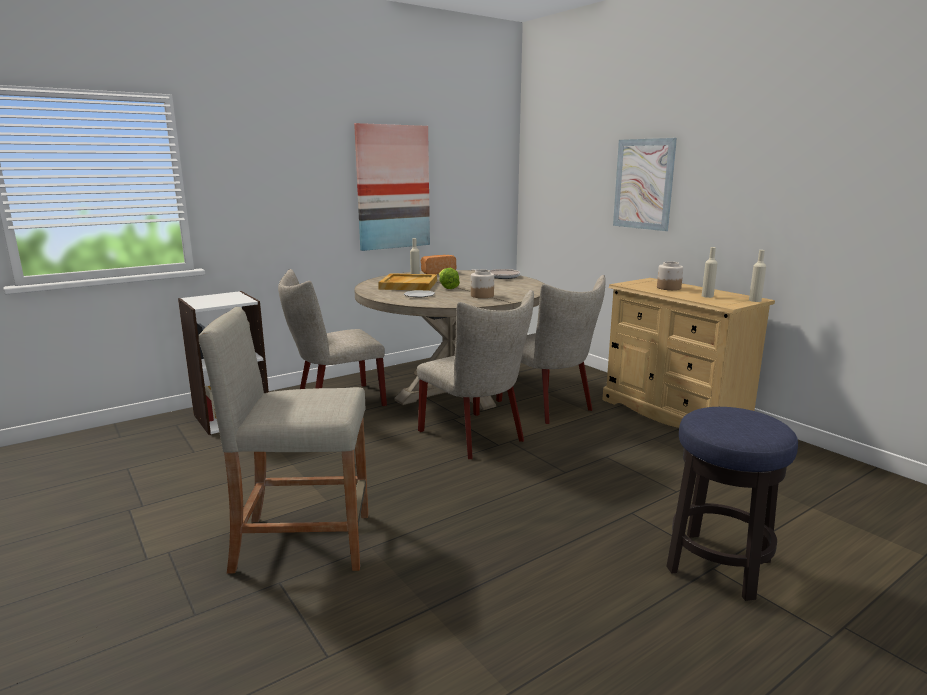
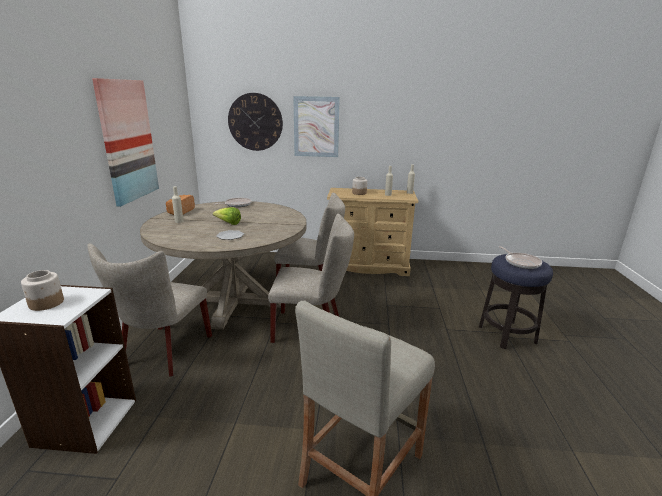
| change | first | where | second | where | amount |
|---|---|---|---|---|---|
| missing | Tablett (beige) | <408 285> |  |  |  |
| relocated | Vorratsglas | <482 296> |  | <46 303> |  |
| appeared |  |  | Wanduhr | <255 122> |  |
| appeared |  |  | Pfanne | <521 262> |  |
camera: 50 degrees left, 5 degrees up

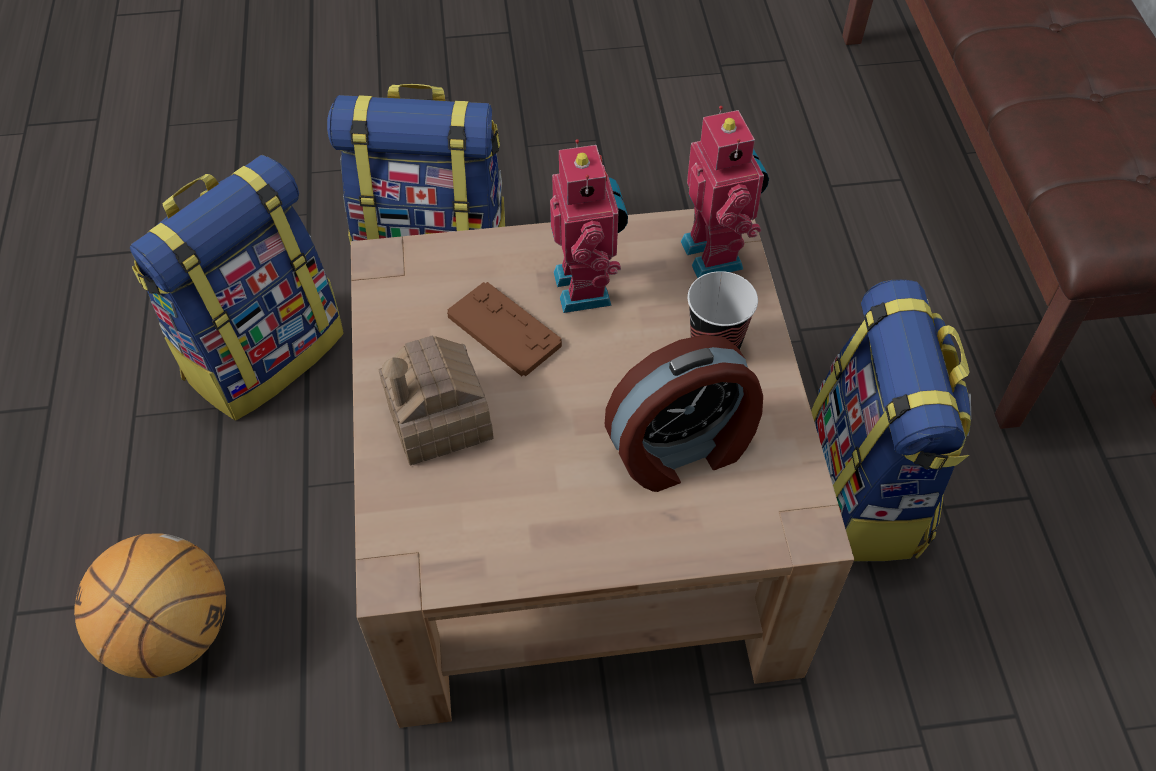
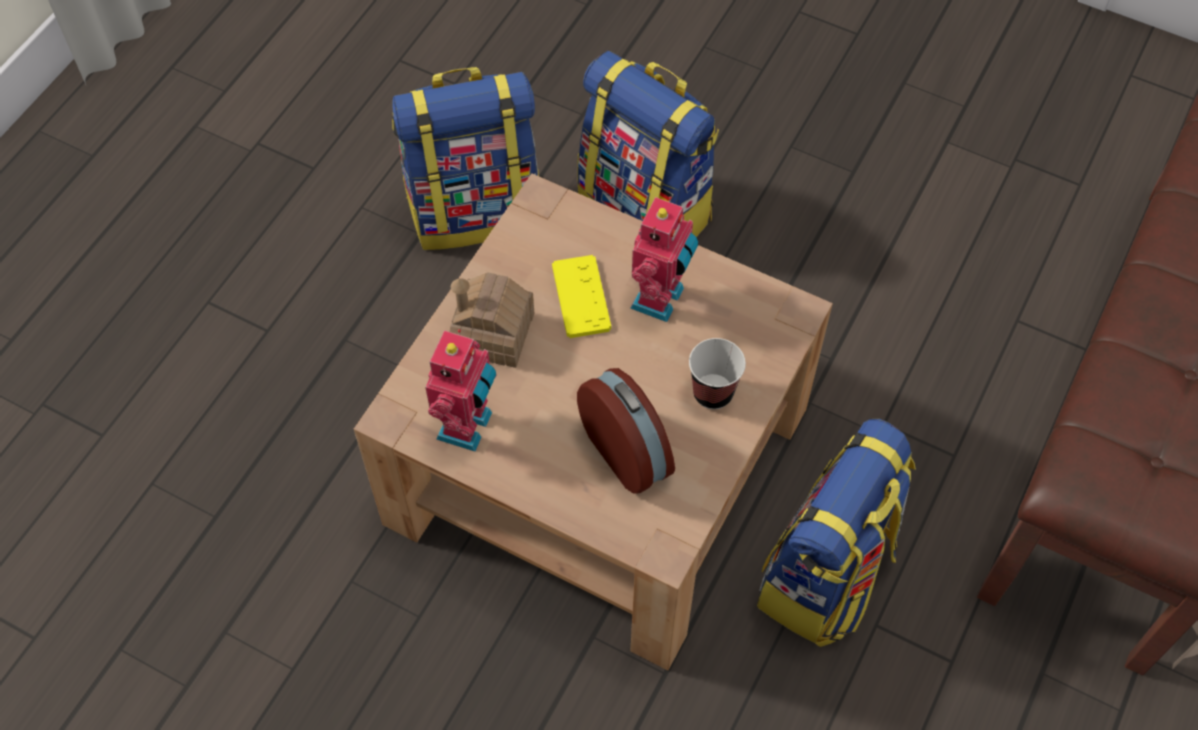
| change | first | where | second | where | amount |
|---|---|---|---|---|---|
| missing | Basketball | <172 634> |  |  |  |
| colour | Gamepad (braun) | <504 330> | Gamepad (gelb) | <581 297> |  |
| spun | Wecker | <682 450> |  | <628 450> | 135 degrees counterclockwise |
| relocated | Spielzeugroboter | <716 254> |  | <468 427> |  |
camera: 35 degrees right, 5 degrees up

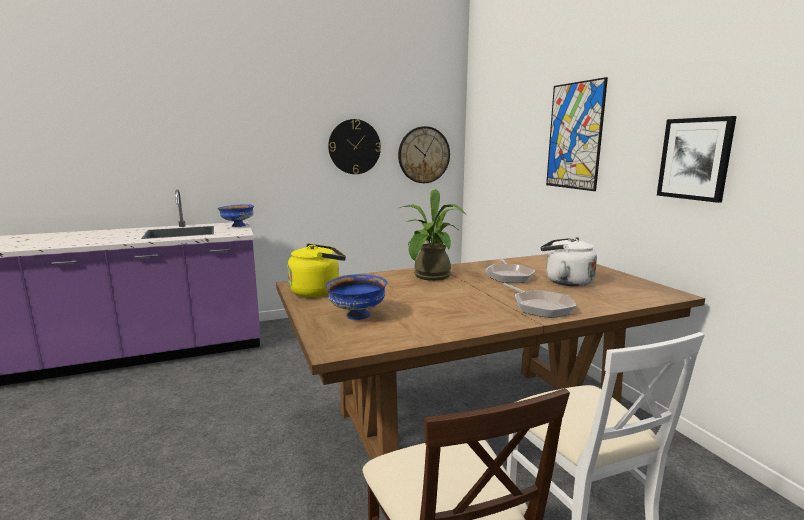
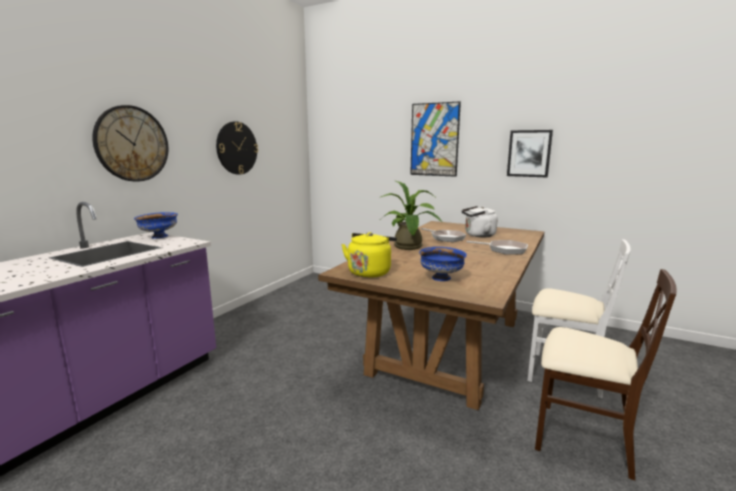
| change | first | where | second | where | amount |
|---|---|---|---|---|---|
| relocated | Wanduhr | <424 155> |  | <132 144> |  |
camera: 40 degrees left, 0 degrees up

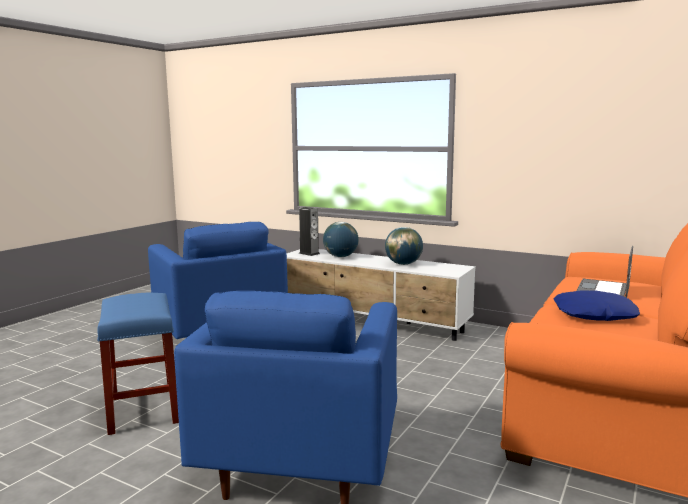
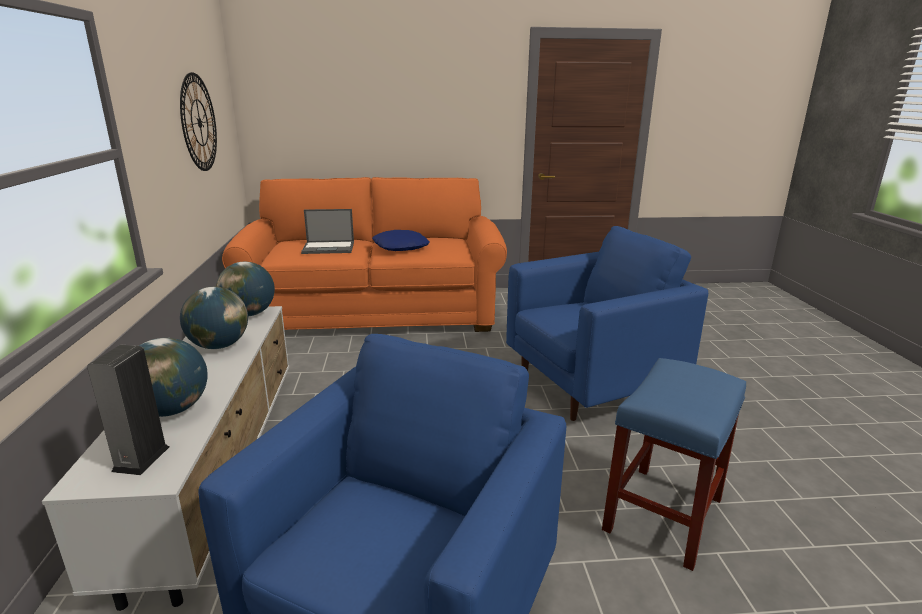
| change | first | where | second | where | amount |
|---|---|---|---|---|---|
| appeared |  |  | Wanduhr | <199 123> |  |
| appeared |  |  | Globus | <249 314> |  |
camera: 125 degrees left, 10 degrees up

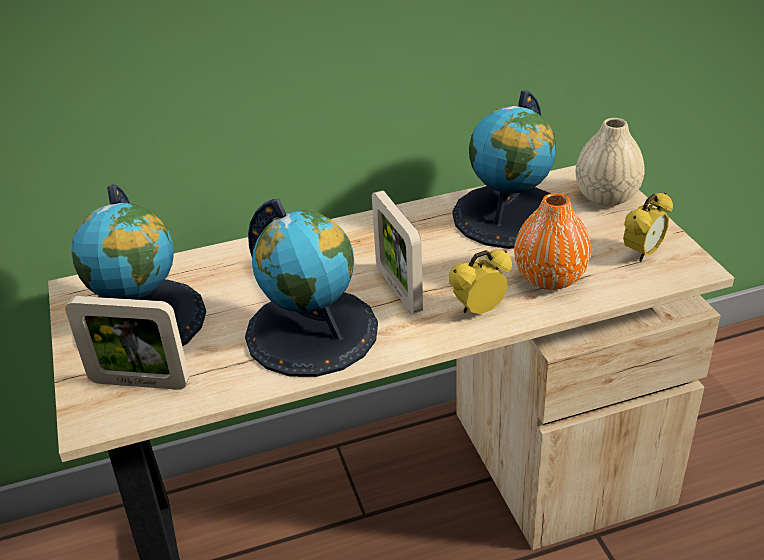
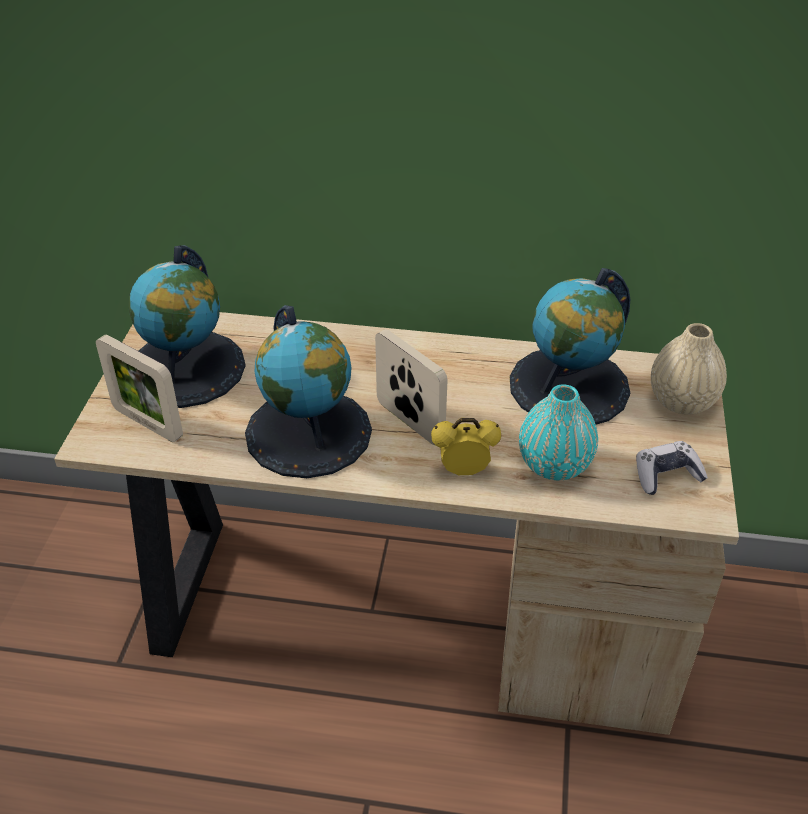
| change | first | where | second | where | amount |
|---|---|---|---|---|---|
| spun | Bilderrahmen | <398 289> |  | <410 422> | 135 degrees clockwise |
| colour | Vase (orange) | <550 278> | Vase (türkis) | <554 465> |  |
| exchanged | Wecker | <643 253> | Gamepad | <666 475> |  |
camera: 25 degrees right, 5 degrees up

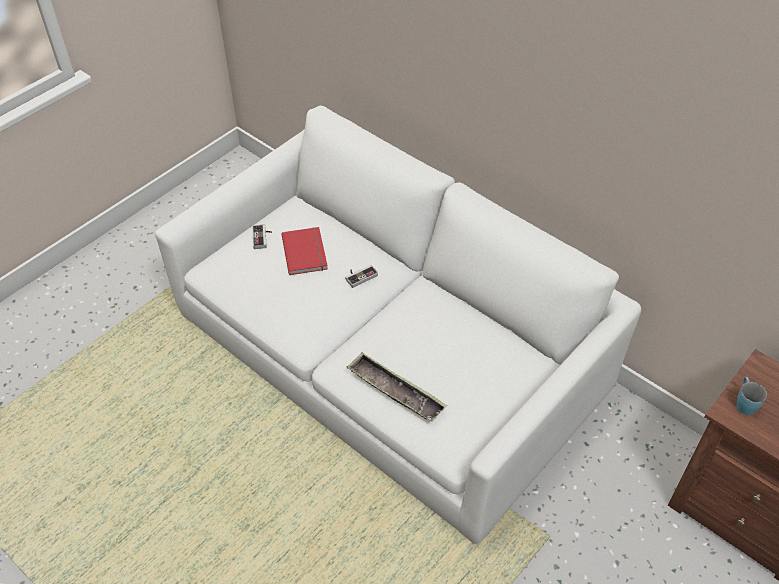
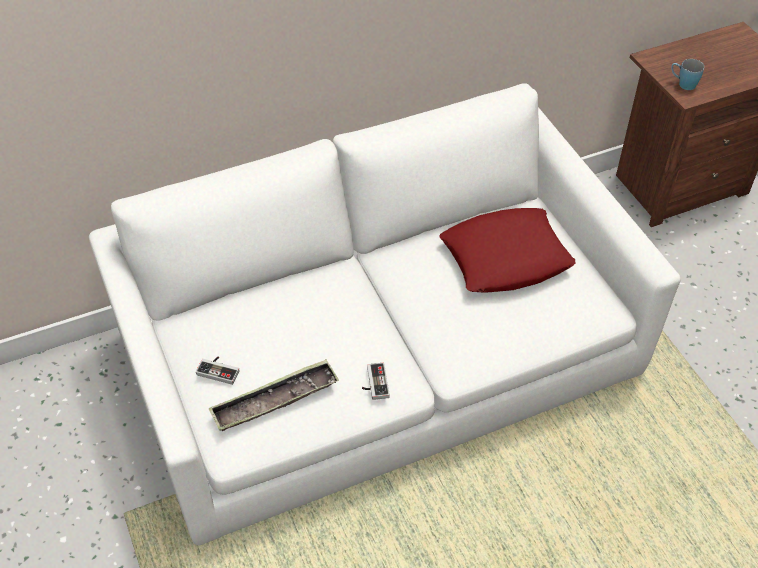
| change | first | where | second | where | amount |
|---|---|---|---|---|---|
| missing | Buch (rot) | <306 252> |  |  |  |
| relocated | Gamepad | <360 275> |  | <374 383> |  |
| relocated | Tablett | <395 391> |  | <274 400> |  |
| appeared |  |  | Kissen (rot) | <506 258> |  |
camera: 65 degrees left, 0 degrees up

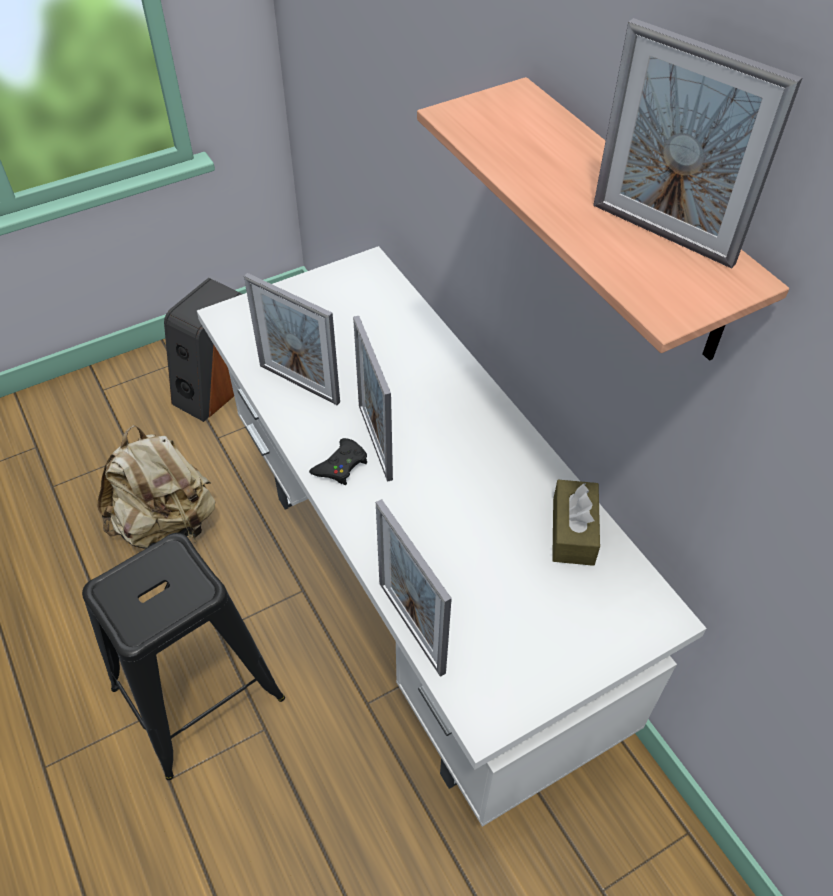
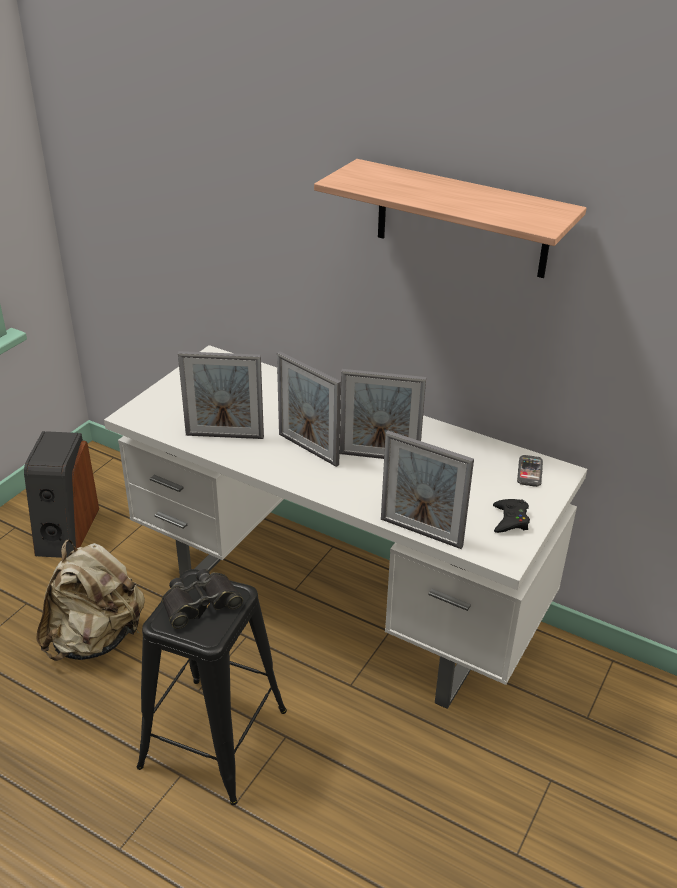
| change | first | where | second | where | amount |
|---|---|---|---|---|---|
| relocated | Gamepad (schwarz) | <341 465> |  | <510 520> |  |
| missing | Taschentuchbox (braun) | <573 531> |  |  |  |
| relocated | Bilderrahmen | <662 234> |  | <379 457> |  |
| appeared |  |  | Fernglas (schwarz) | <200 603> |  |
| appeared |  |  | Handy | <529 472> |  |
camera: 30 degrees left, 15 degrees down

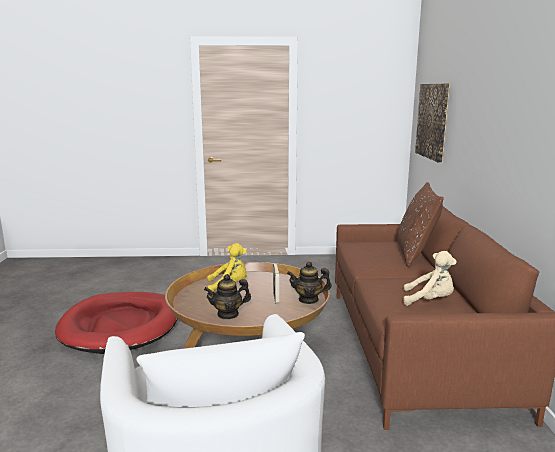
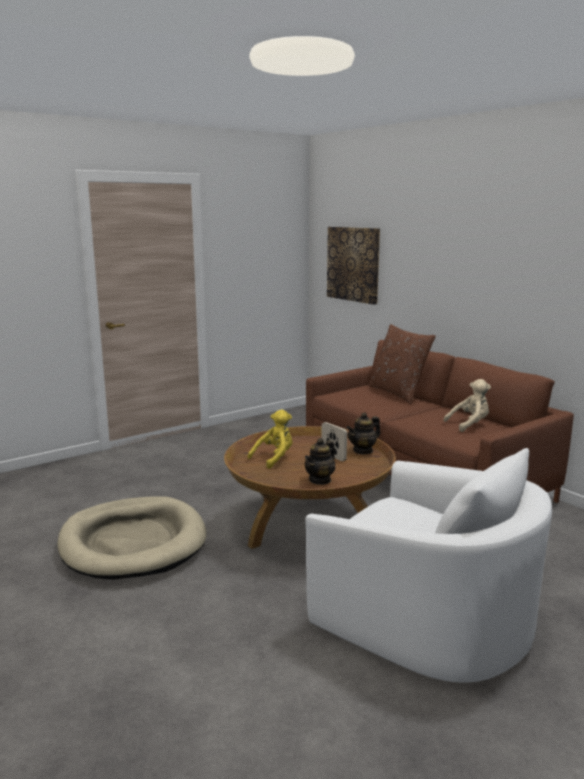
| change | first | where | second | where | amount |
|---|---|---|---|---|---|
| colour | Hundebett (rot) | <121 326> | Hundebett (beige) | <133 543> |  |
camera: 35 degrees left, 0 degrees up

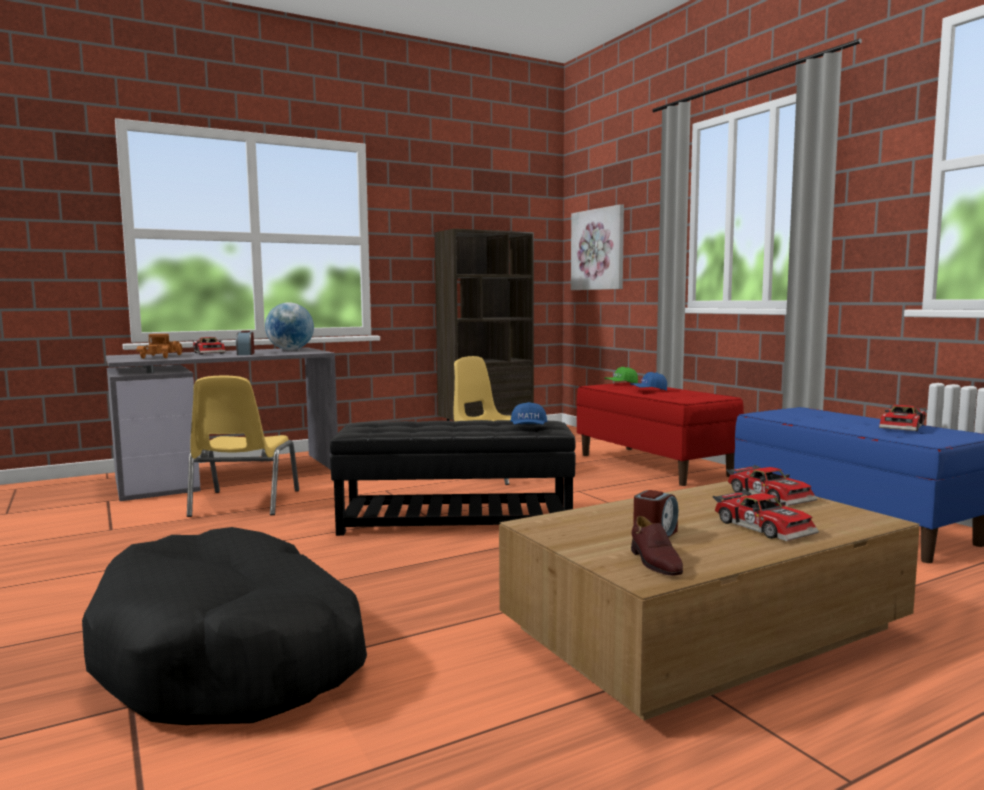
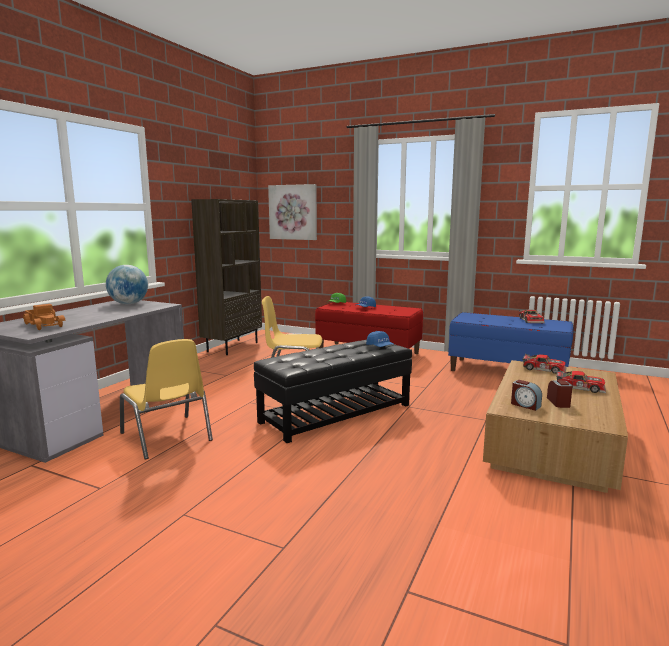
| change | first | where | second | where | amount |
|---|---|---|---|---|---|
| missing | Hundebett (schwarz) | <233 657> |  |  |  |
| missing | Spielzeugauto | <210 353> |  |  |  |
| relocated | Wecker | <245 354> |  | <525 405> |  |
| missing | Schuh (braun) | <654 562> |  |  |  |
camera: 35 degrees left, 5 degrees up

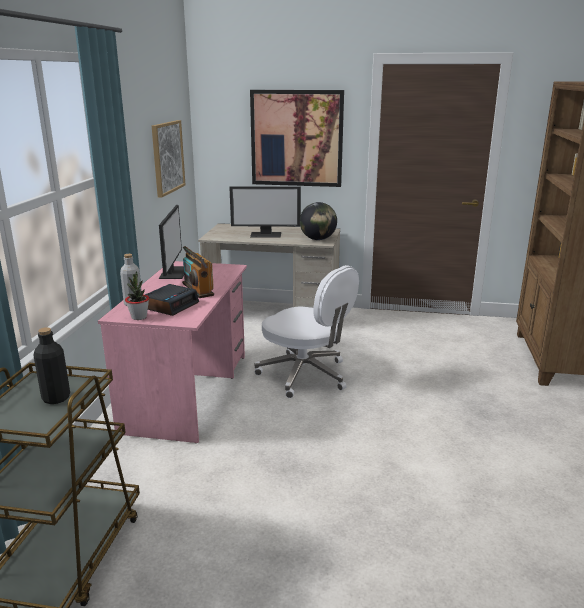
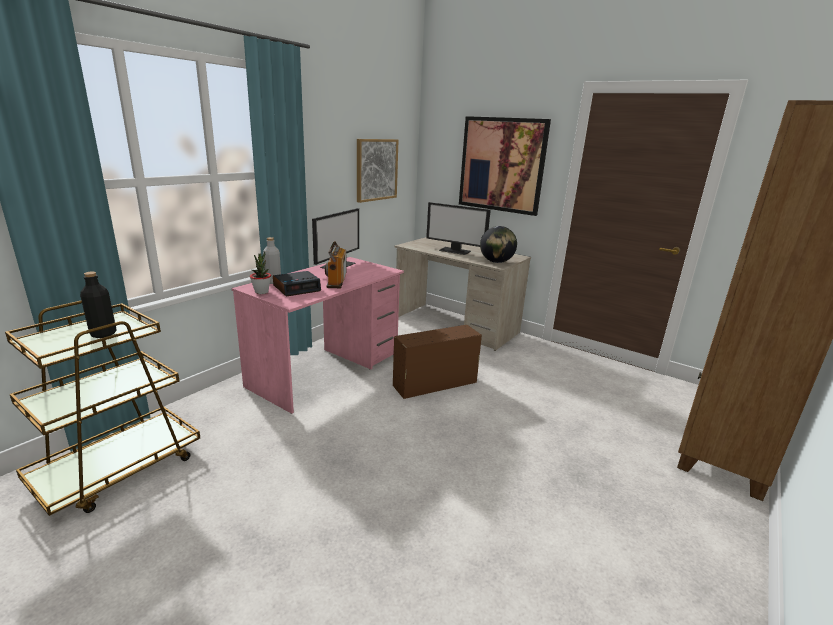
| change | first | where | second | where | amount |
|---|---|---|---|---|---|
| exchanged | Bürostuhl (weiß) | <305 375> | Aufbewahrungsbox (braun) | <434 384> |  |
camera: 25 degrees right, 0 degrees up

